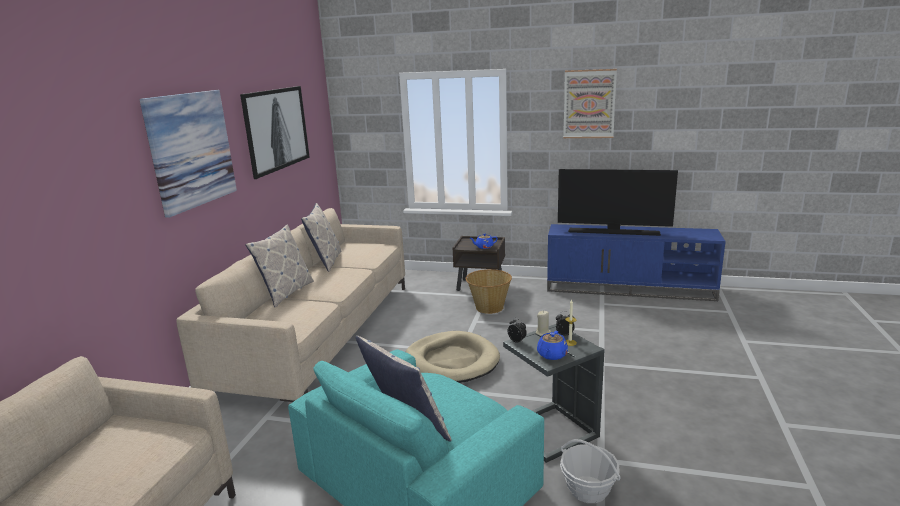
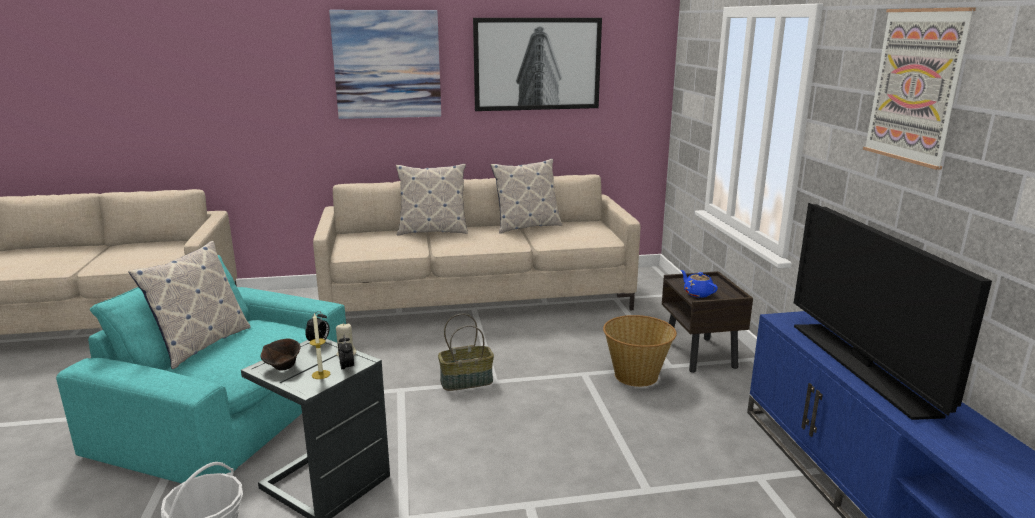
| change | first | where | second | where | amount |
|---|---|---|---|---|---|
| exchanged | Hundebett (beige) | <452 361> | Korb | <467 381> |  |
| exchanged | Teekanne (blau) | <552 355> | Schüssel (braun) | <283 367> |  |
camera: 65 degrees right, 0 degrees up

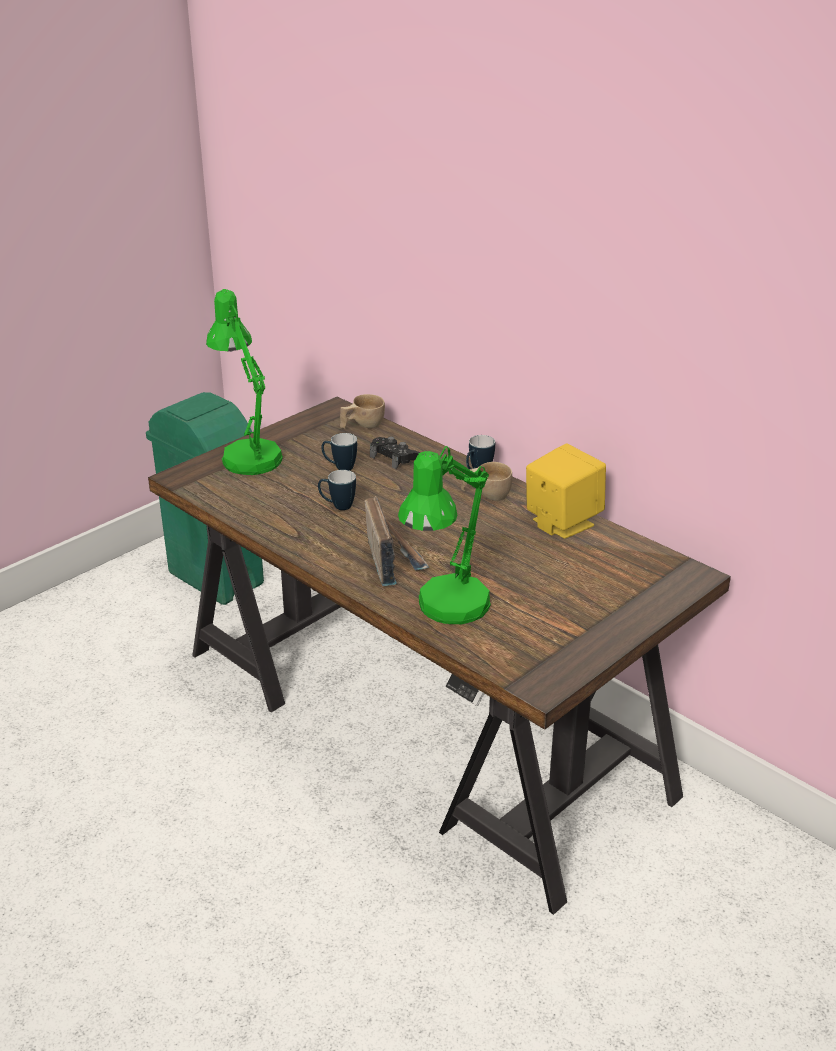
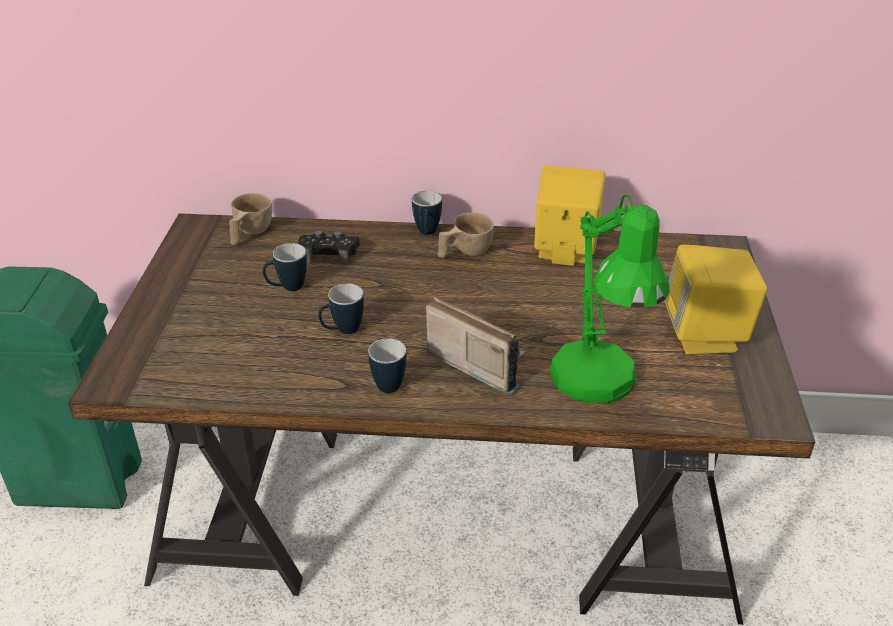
| change | first | where | second | where | amount |
|---|---|---|---|---|---|
| missing | Tischlampe (grün) | <247 454> |  |  |  |
| appeared |  |  | Henkelbecher | <387 381> |  |
| appeared |  |  | Lautsprecher (gelb) | <705 335> |  |
camera: 40 degrees left, 5 degrees up

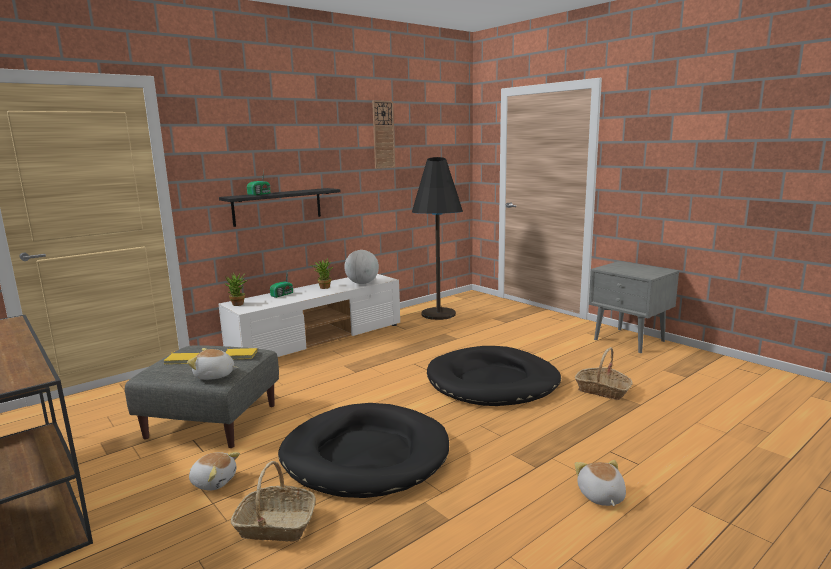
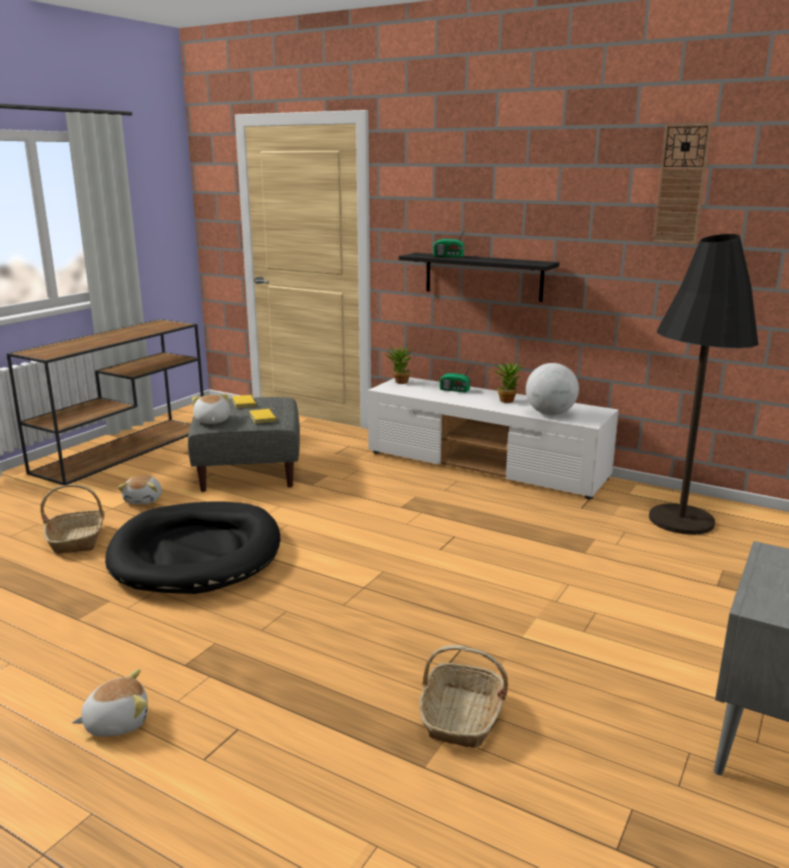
| change | first | where | second | where | amount |
|---|---|---|---|---|---|
| missing | Hundebett (schwarz) | <493 382> |  |  |  |
camera: 70 degrees right, 5 degrees up

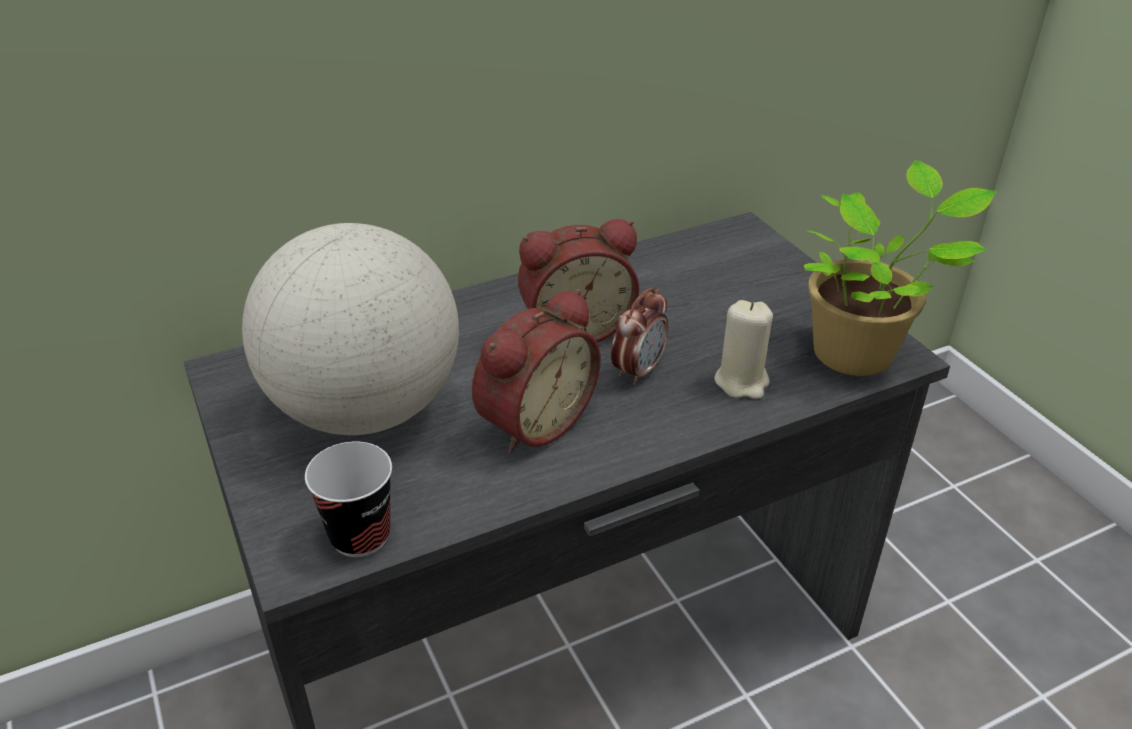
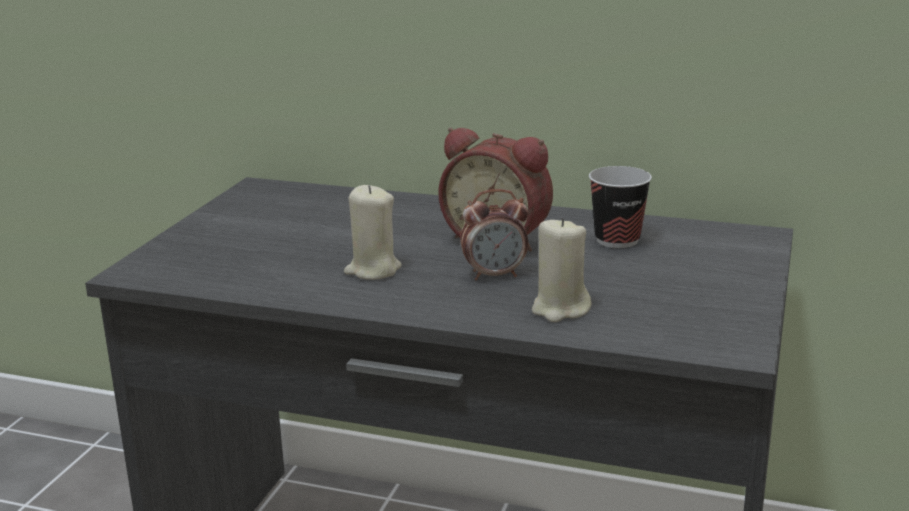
| change | first | where | second | where | amount |
|---|---|---|---|---|---|
| missing | Globus | <366 409> |  |  |  |
| relocated | Tasse | <360 536> |  | <617 240> |  |
| exchanged | Wecker | <532 421> | Kerze (beige) | <372 270> |  |
| missing | Topfpflanze | <859 353> |  |  |  |
camera: 45 degrees right, 15 degrees down

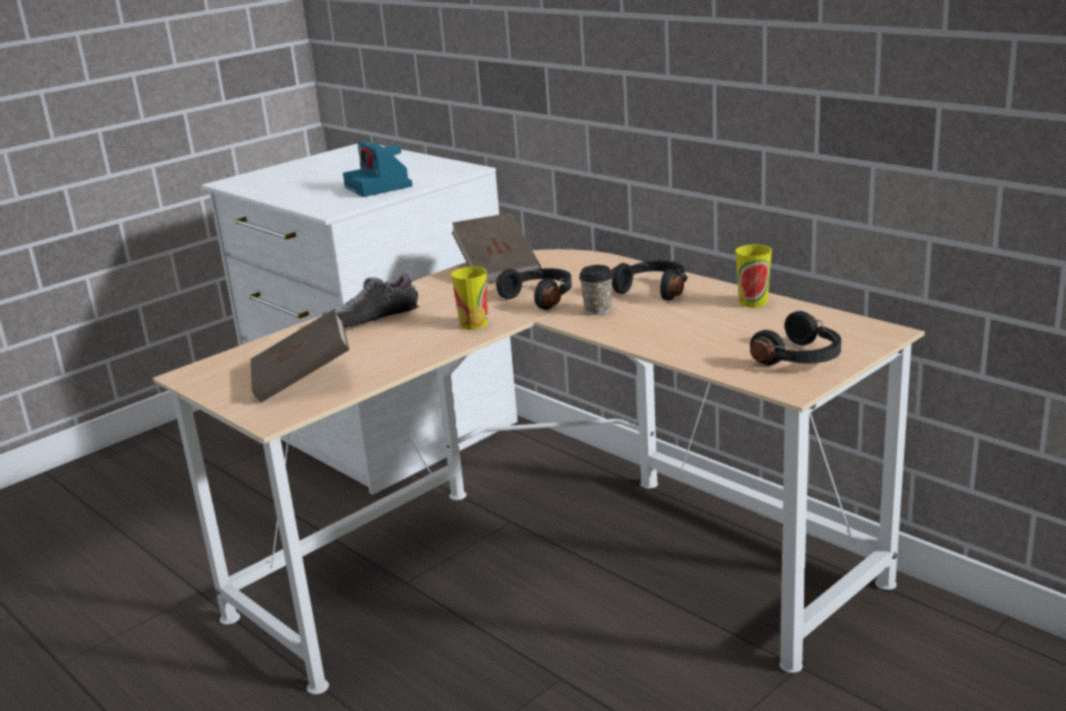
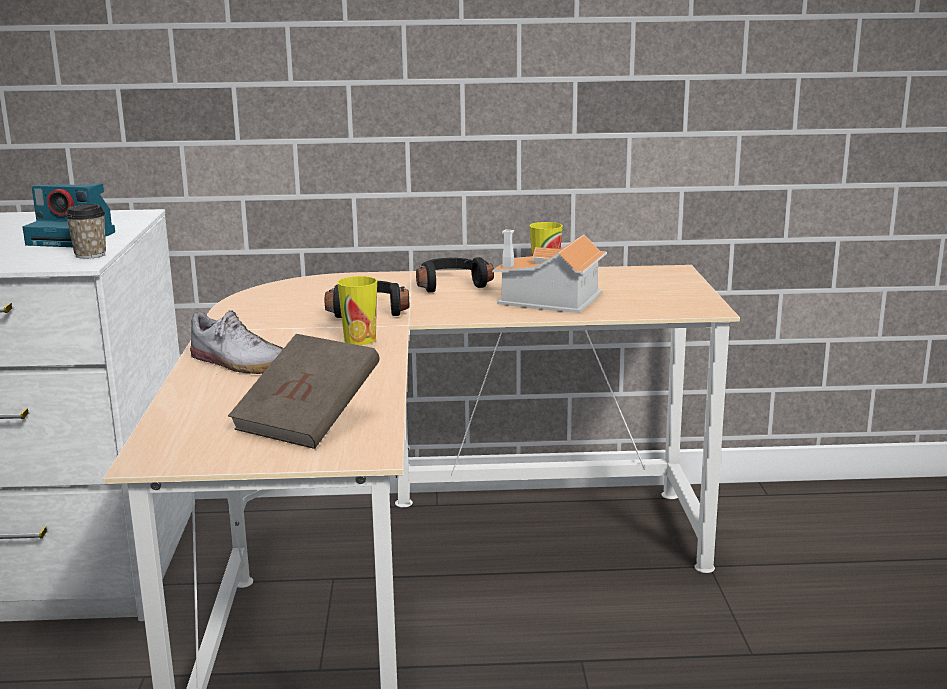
| change | first | where | second | where | amount |
|---|---|---|---|---|---|
| spun | Schuh | <371 319> |  | <239 363> | 75 degrees counterclockwise |
| missing | Buch (braun) | <497 269> |  |  |  |
| relocated | Tasse | <597 310> |  | <90 255> |  |
| missing | Kopfhörer (schwarz) | <801 358> |  |  |  |
| appeared |  |  | Spielzeughaus | <550 300> |  |
camera: 50 degrees left, 5 degrees down

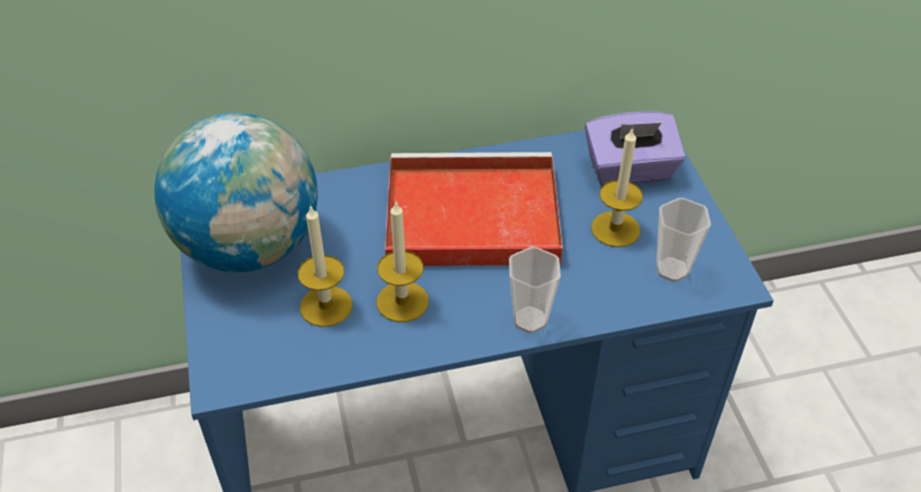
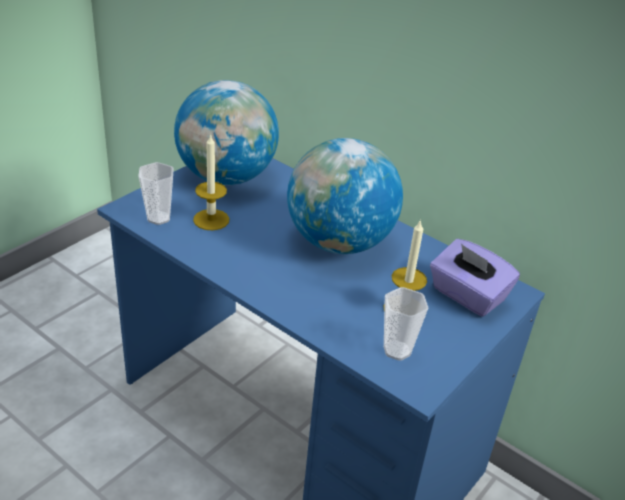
| change | first | where | second | where | amount |
|---|---|---|---|---|---|
| missing | Kerze | <402 301> |  |  |  |
| exchanged | Tablett (rot) | <468 216> | Globus | <339 242> |  |
| relocated | Tasse | <530 320> |  | <158 218> |  |
camera: 50 degrees right, 10 degrees down

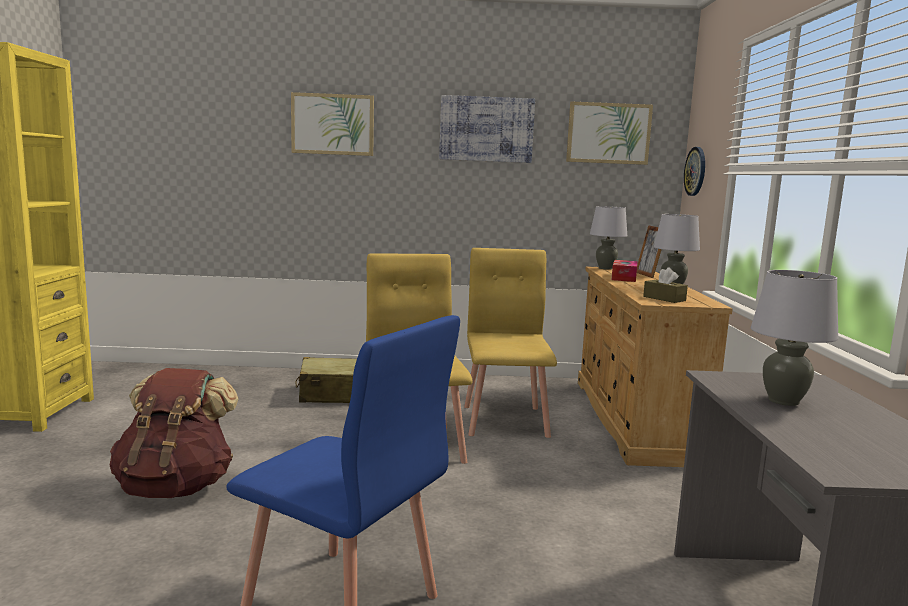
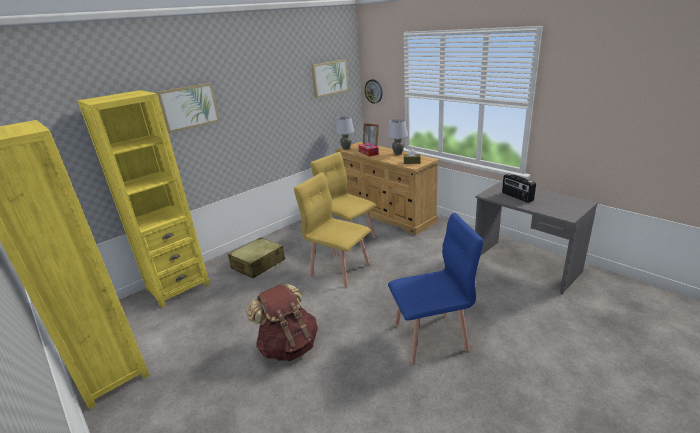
| change | first | where | second | where | amount |
|---|---|---|---|---|---|
| missing | Bild | <486 129> |  |  |  |
| exchanged | Tischlampe (grau) | <783 401> | Radio | <517 197> |  |
| appeared |  |  | Bücherregal (gelb) | <178 287> |  |
camera: 40 degrees left, 15 degrees up

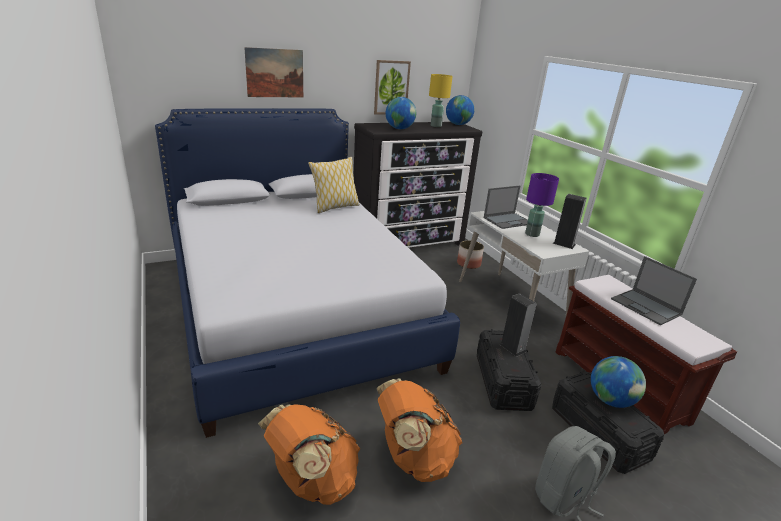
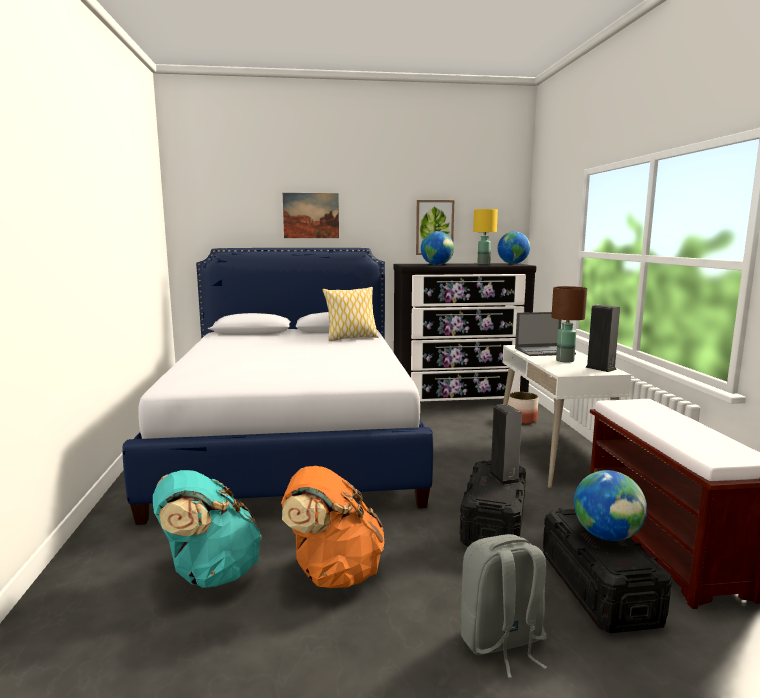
| change | first | where | second | where | amount |
|---|---|---|---|---|---|
| colour | Rucksack (orange) | <312 481> | Rucksack (türkis) | <210 573> |  |
| colour | Tischlampe (lila) | <532 234> | Tischlampe (braun) | <565 361> |  |
| missing | Laptop | <646 307> |  |  |  |
camera: 20 degrees right, 15 degrees down

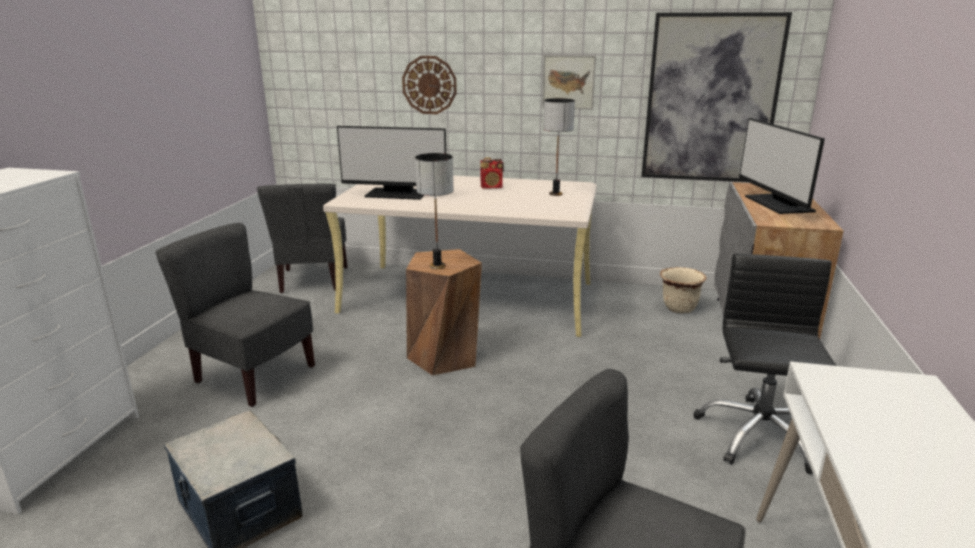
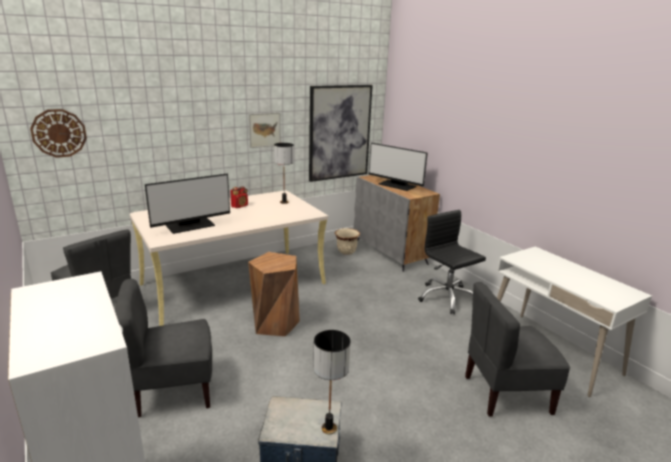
| change | first | where | second | where | amount |
|---|---|---|---|---|---|
| relocated | Wanduhr | <429 85> |  | <59 133> |  |
| relocated | Tischlampe | <438 266> |  | <329 428> |  |
camera: 45 degrees left, 0 degrees up

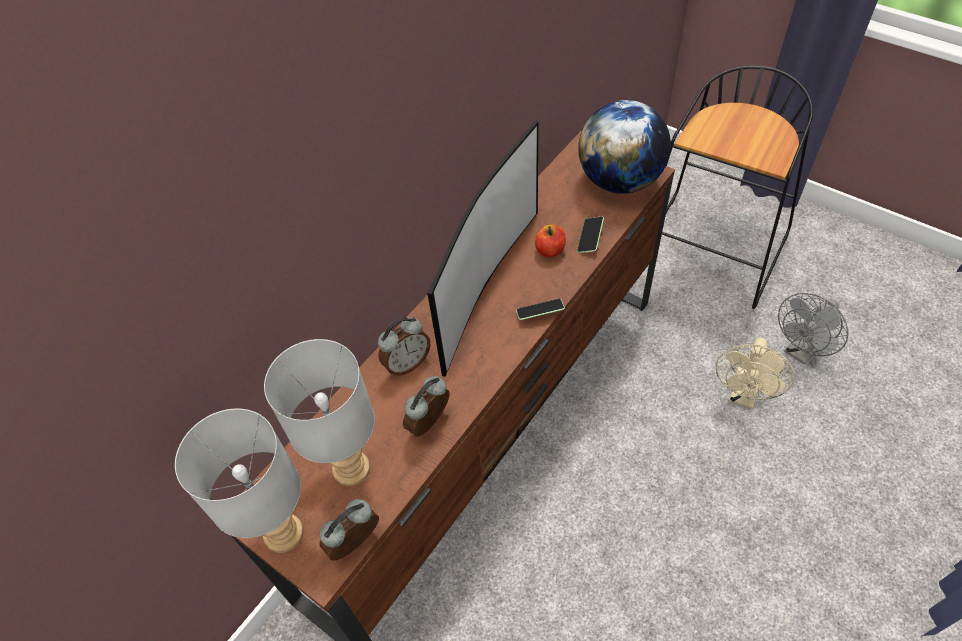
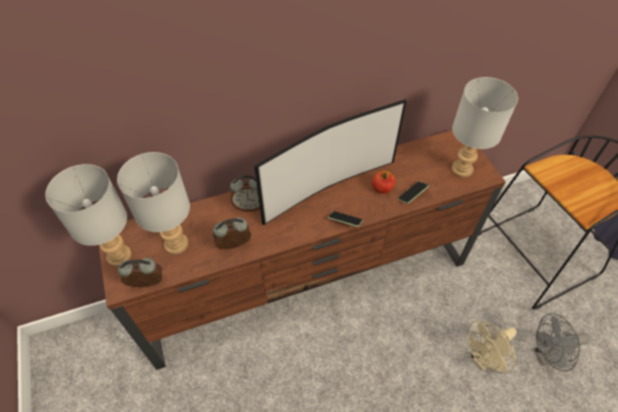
| change | first | where | second | where | amount |
|---|---|---|---|---|---|
| exchanged | Globus | <620 181> | Tischlampe (grau) | <462 170> |  |
camera: 30 degrees right, 0 degrees up

